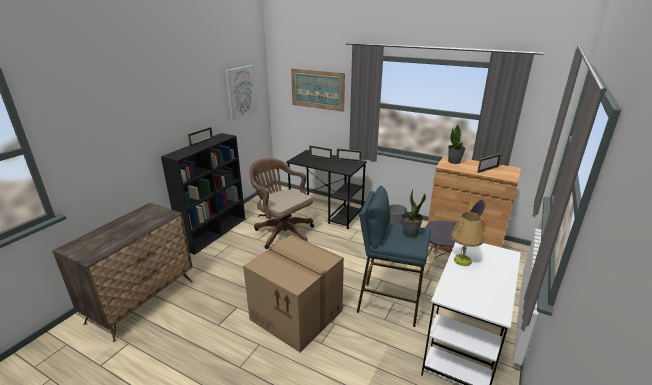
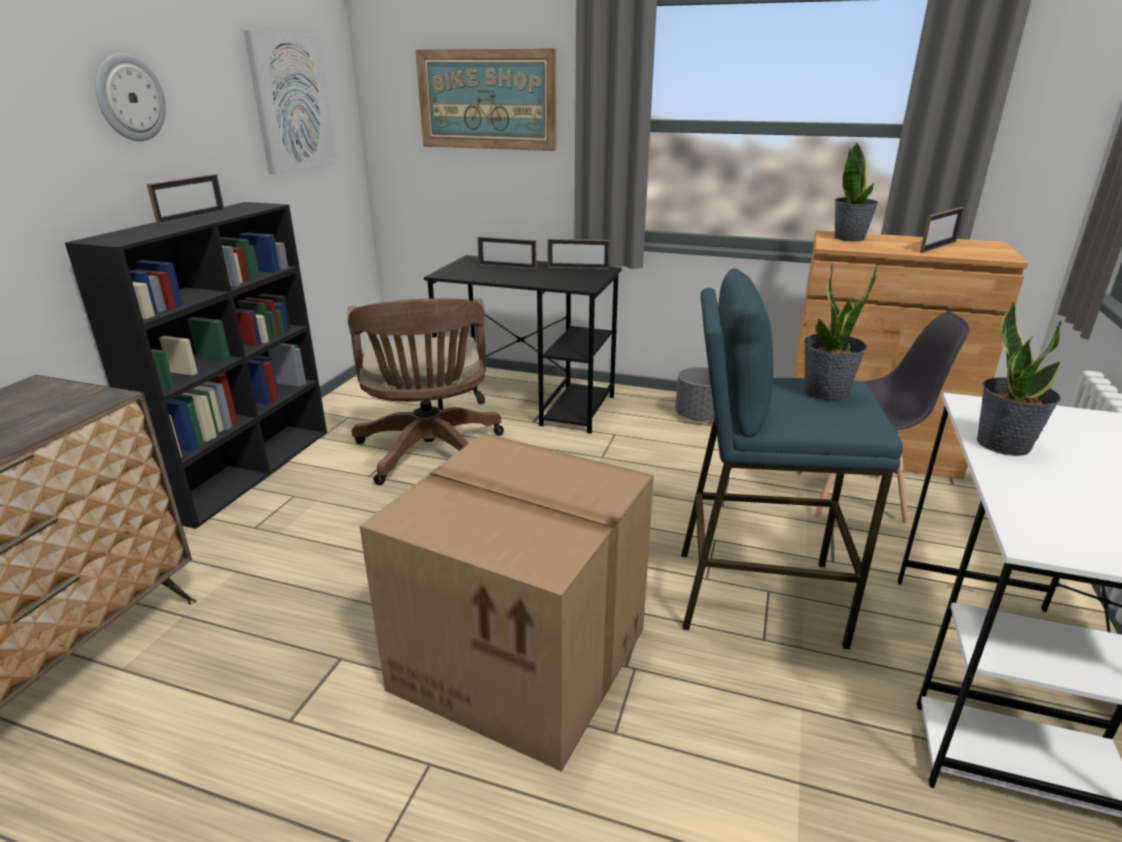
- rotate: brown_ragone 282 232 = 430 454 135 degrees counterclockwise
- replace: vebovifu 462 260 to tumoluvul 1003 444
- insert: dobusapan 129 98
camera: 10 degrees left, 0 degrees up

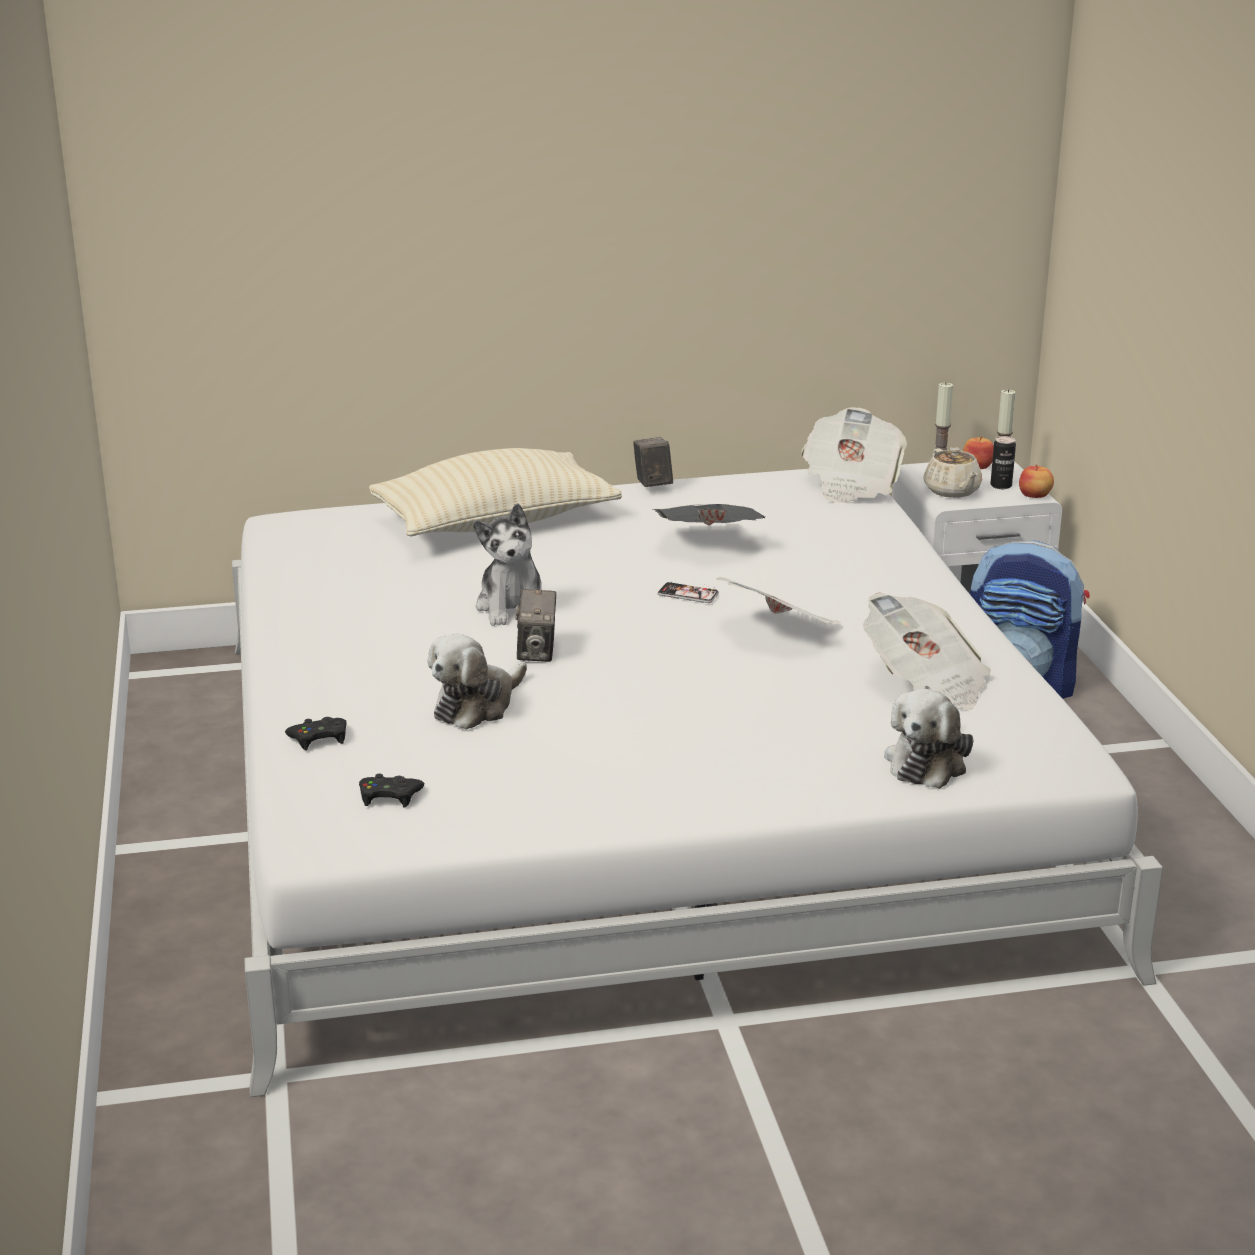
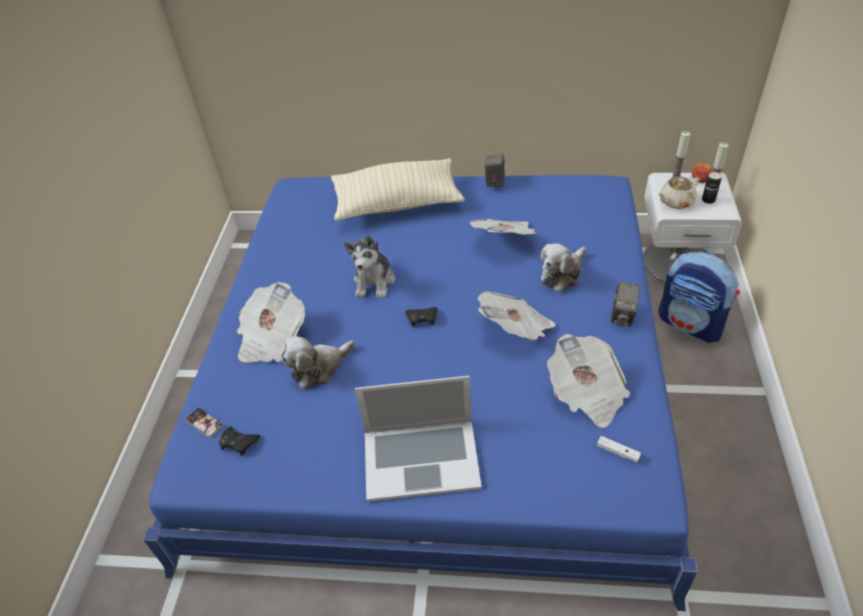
- recolor: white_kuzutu 626 793 to blue_kuzutu 437 377
- move: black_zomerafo 319 738 to 422 318
- move: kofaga 537 652 to 622 316
- move: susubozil 688 594 to 204 423
- move: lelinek 851 484 to 271 338
- move: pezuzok 928 761 to 562 274
- rotate: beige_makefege 952 491 = 675 202 60 degrees clockwise
- delete: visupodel 1035 496
- insert: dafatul 421 458
- insert: white_zomerafo 618 452
camera: 20 degrees right, 20 degrees up

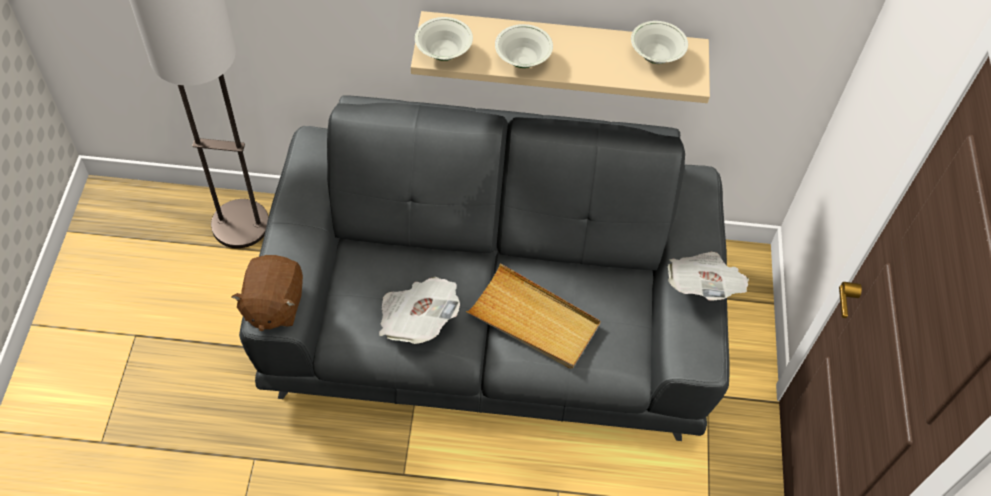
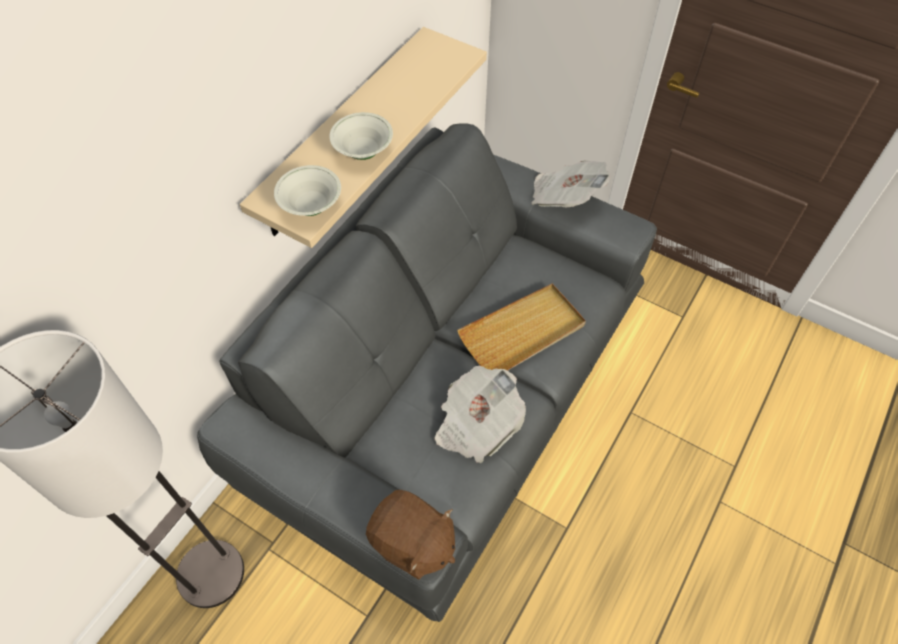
- delete: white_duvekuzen 655 56
camera: 60 degrees left, 0 degrees up

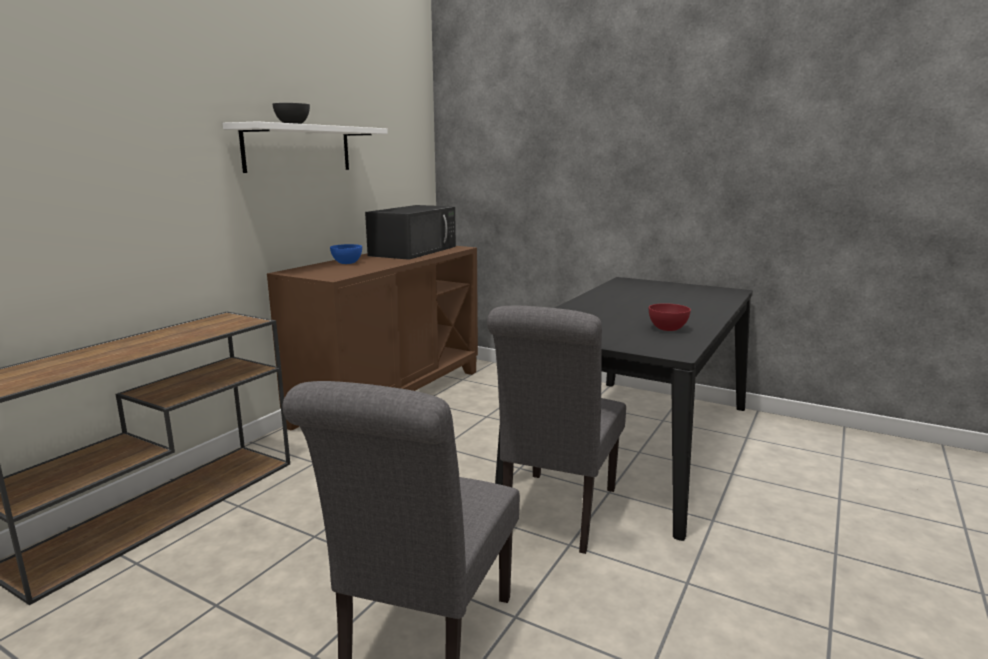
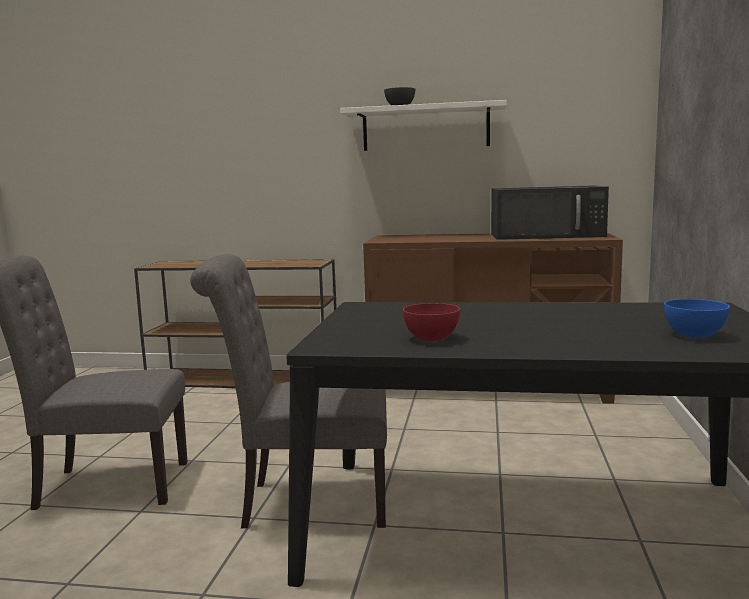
- move: blue_duvekuzen 347 263 to 694 335
camera: 70 degrees right, 5 degrees down

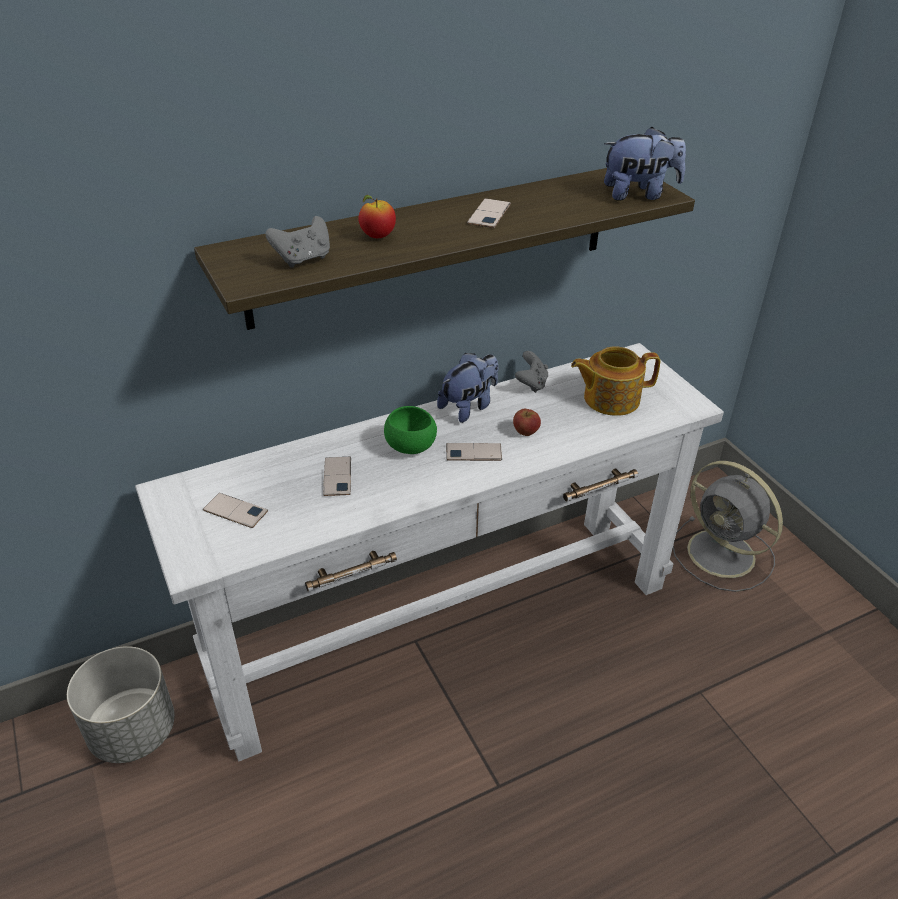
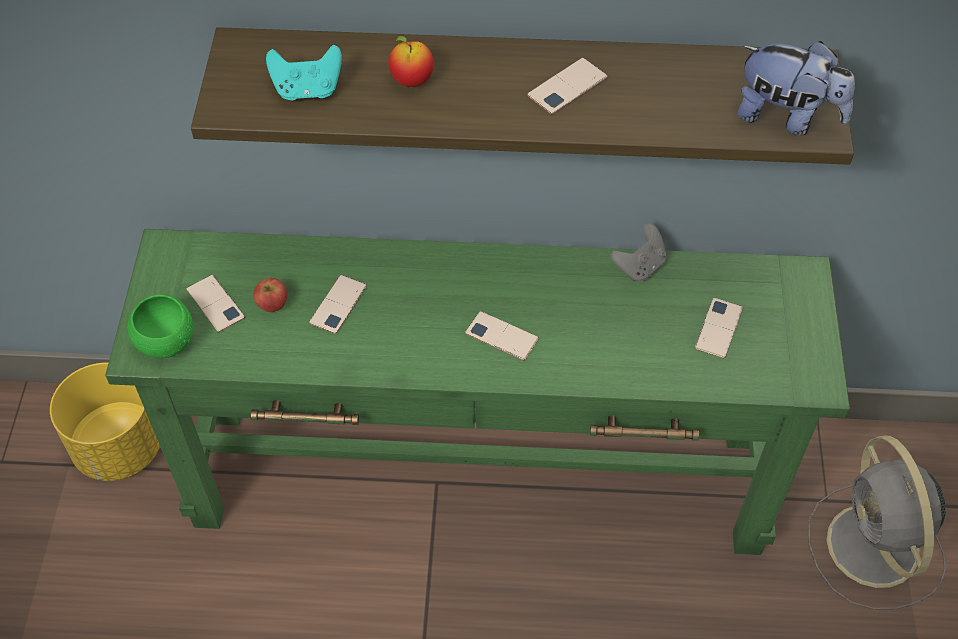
- recolor: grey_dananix 132 731 to yellow_dananix 118 447
- recolor: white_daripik 444 624 to green_daripik 479 477
- recolor: grey_zomerafo 303 259 to turquoise_zomerafo 307 90
- move: green_duvekuzen 410 447 to 165 342
- delete: pezuzok 469 406
- move: visupodel 525 432 to 273 305
- replace: makefege 610 398 to susubozil 718 328
camera: 30 degrees right, 15 degrees up

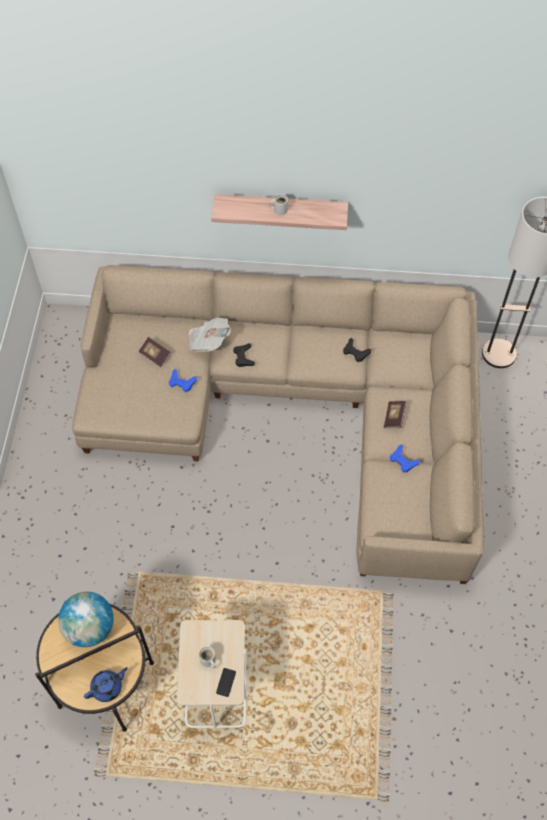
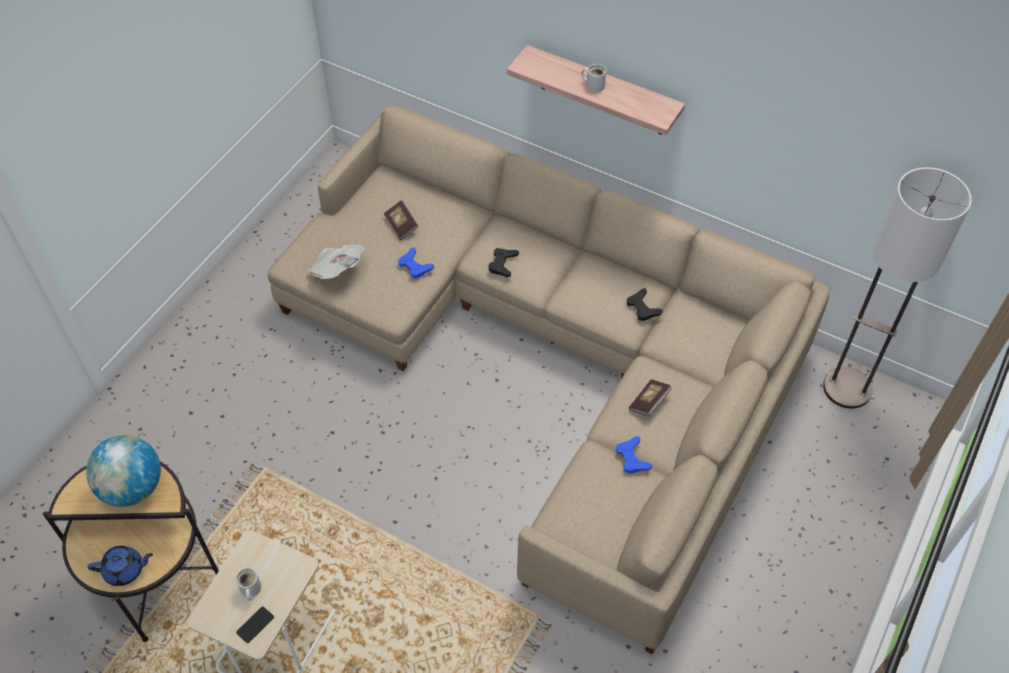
- move: lelinek 208 341 to 337 270
camera: 25 degrees right, 5 degrees down

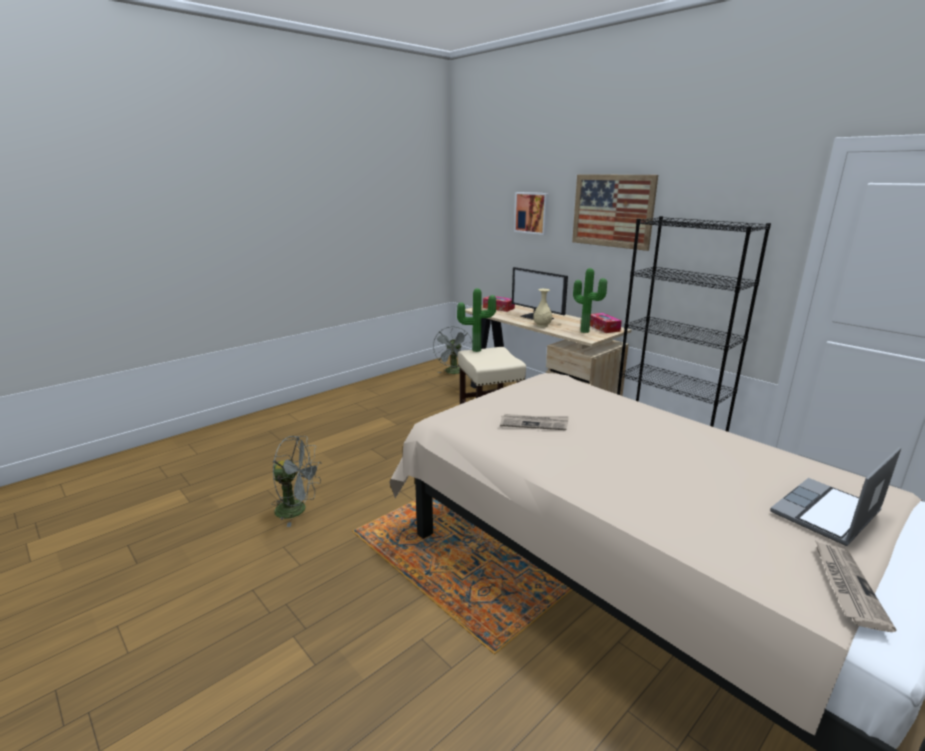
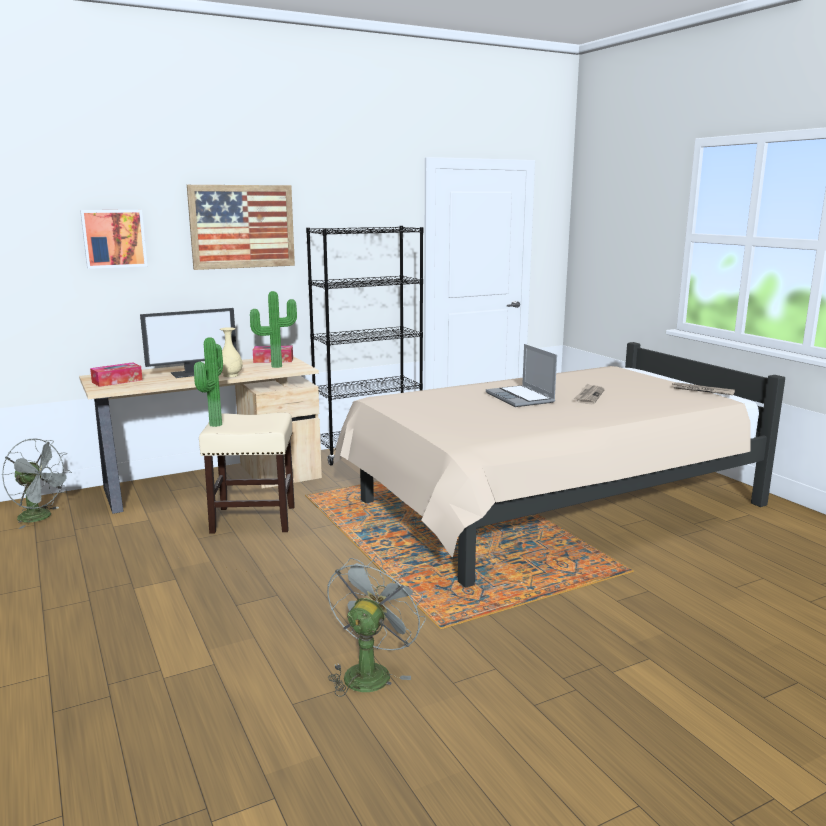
- move: lelinek 534 423 to 589 396
- move: dafatul 826 514 to 521 398
camera: 75 degrees left, 5 degrees down

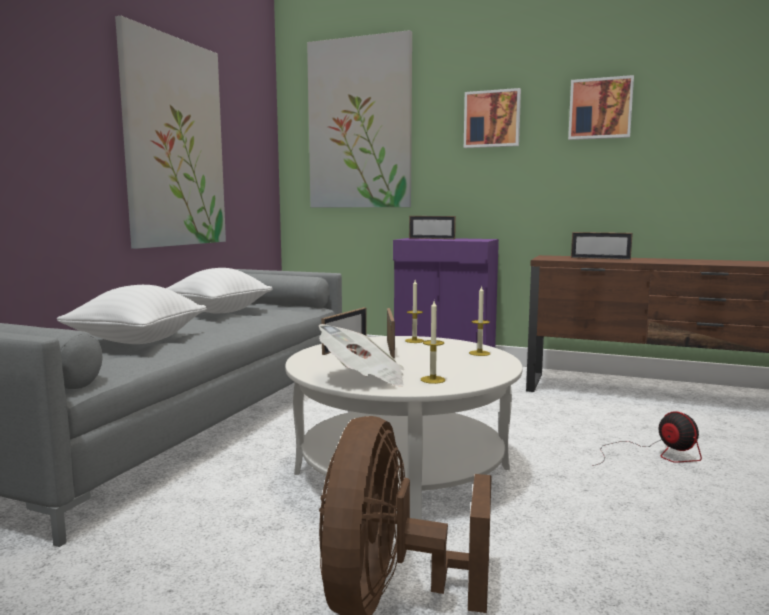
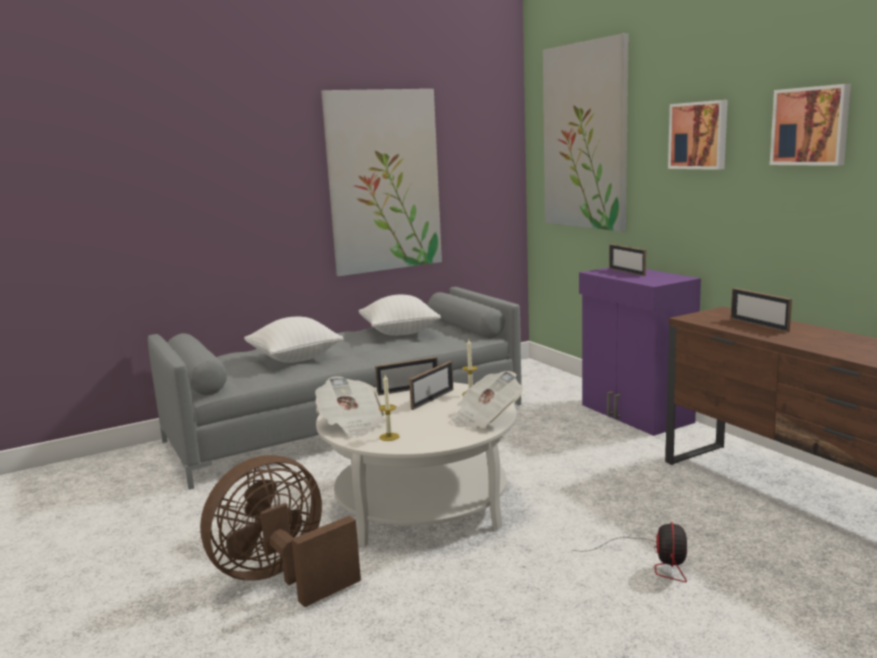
- replace: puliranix 479 353 to lelinek 485 419
camera: 40 degrees right, 5 degrees up

